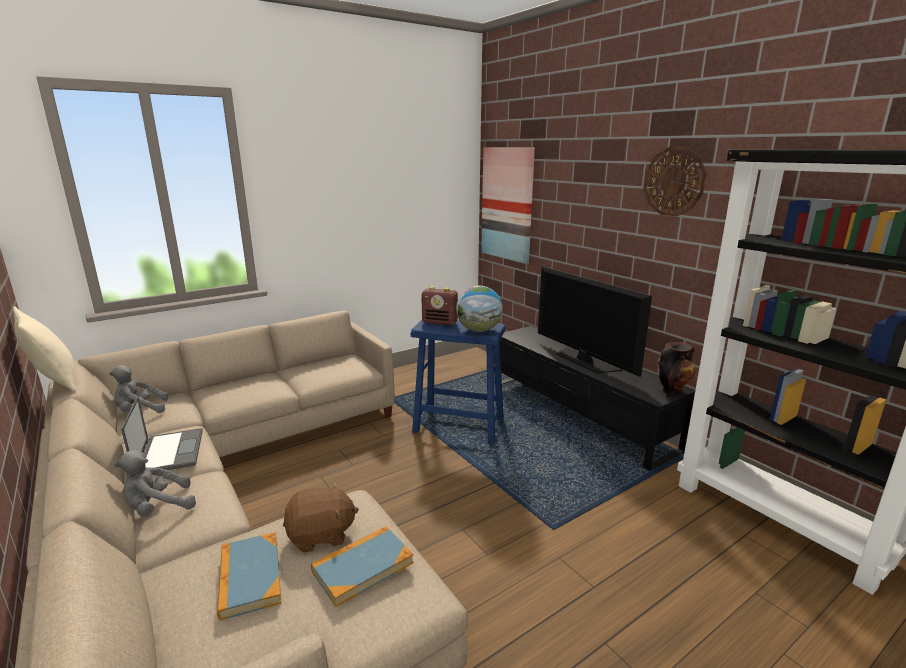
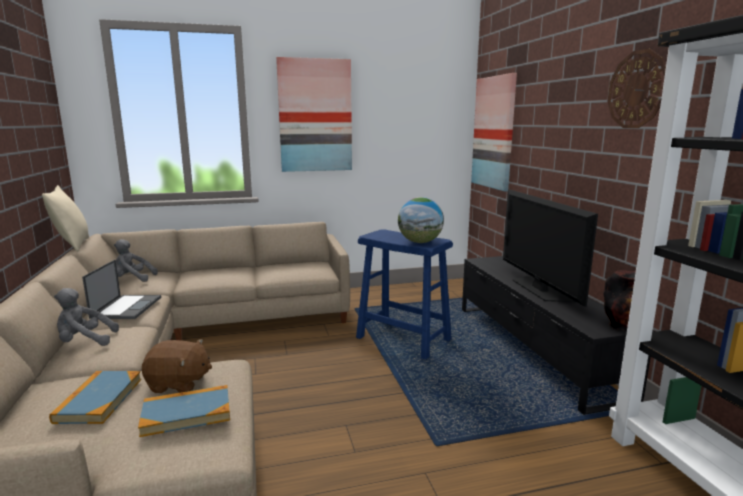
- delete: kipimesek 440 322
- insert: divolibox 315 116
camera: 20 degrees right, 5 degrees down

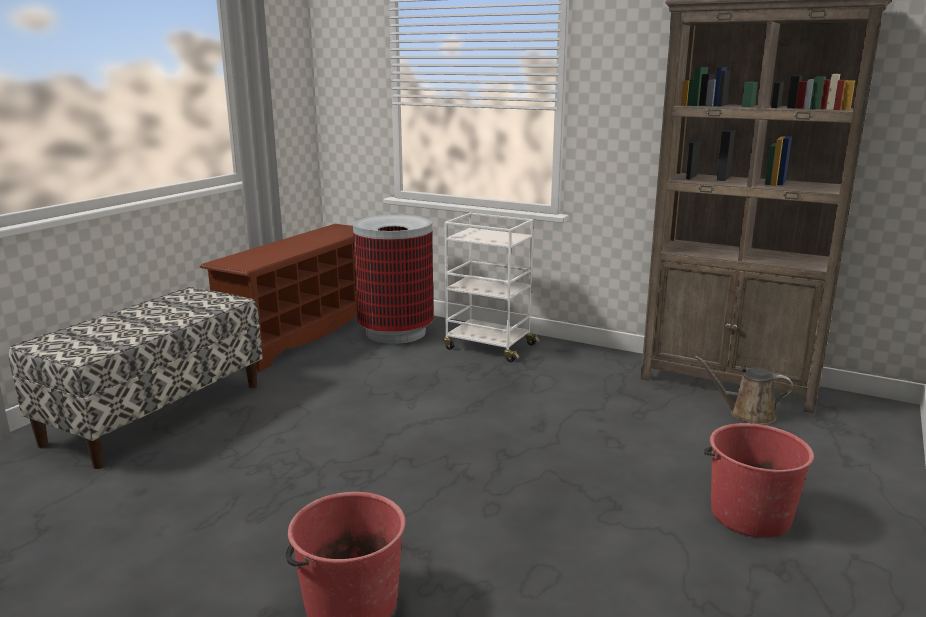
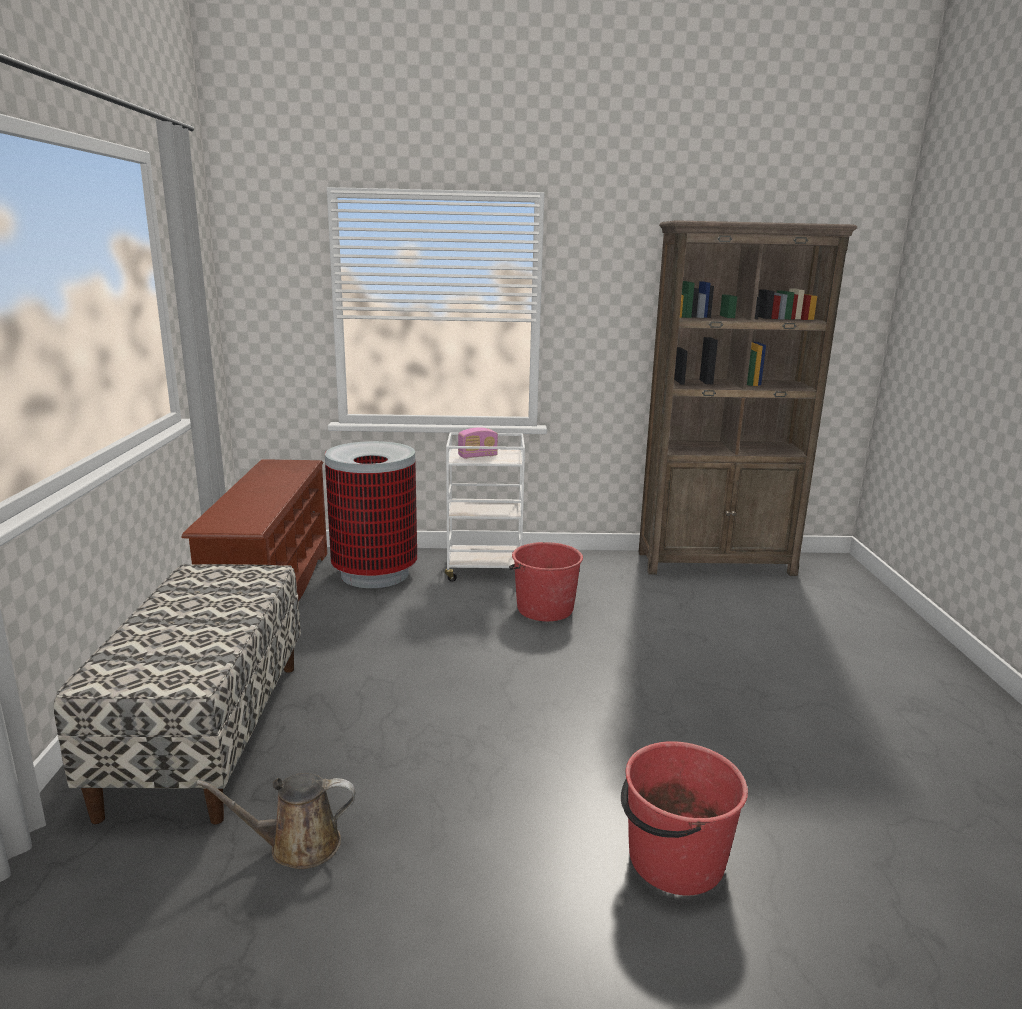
- move: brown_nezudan 747 414 to 297 845
- move: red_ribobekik 749 515 to 544 609
- insert: kipimesek 477 456
camera: 30 degrees left, 0 degrees up

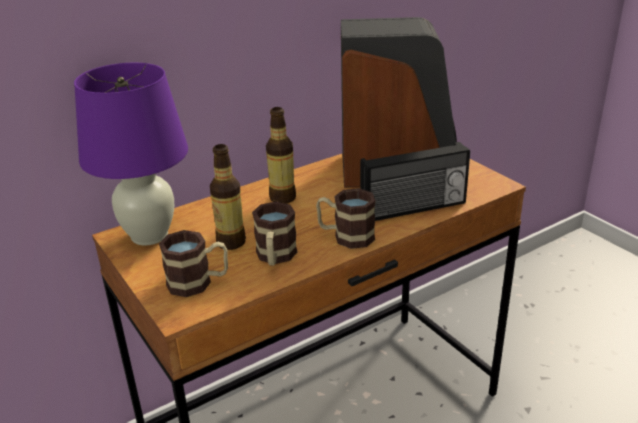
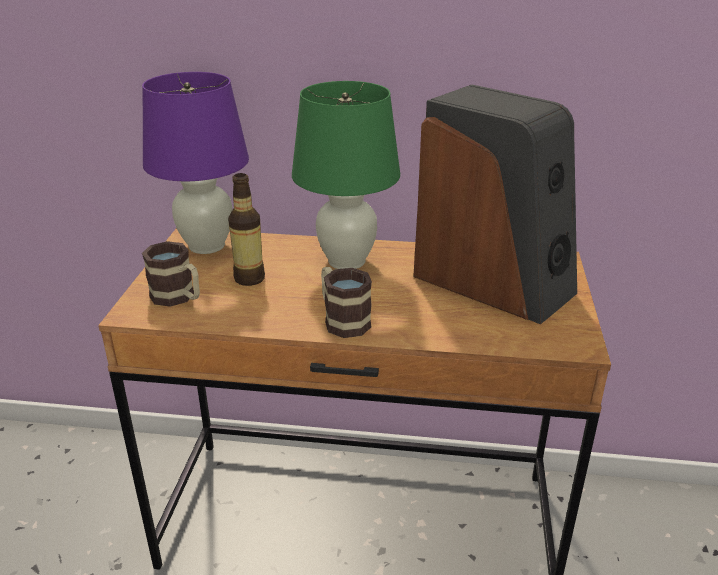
- delete: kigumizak 275 257
- replace: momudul 282 198 to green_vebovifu 347 261
- delete: kipimesek 414 208
camera: 40 degrees right, 0 degrees up

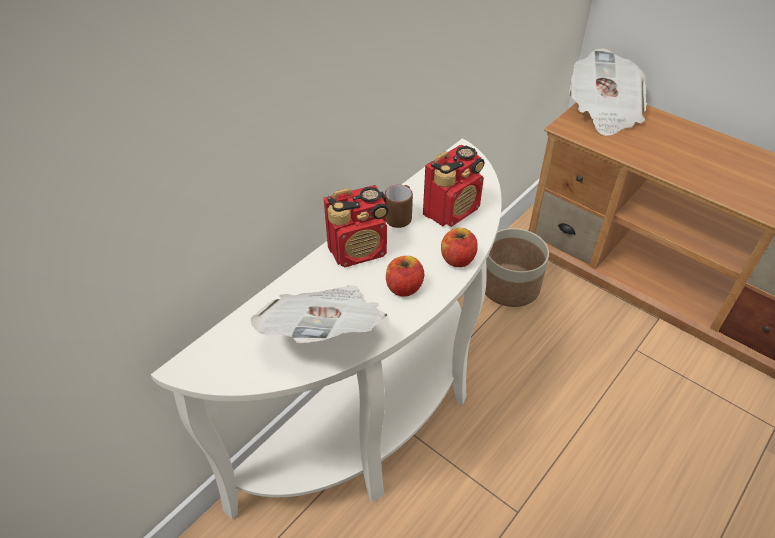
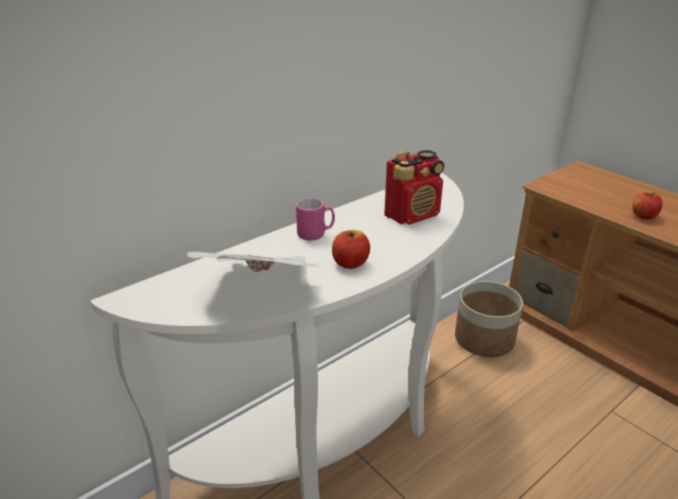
- replace: kipimesek 359 251 to pink_kigumizak 316 234
- delete: brown_kigumizak 400 217
- move: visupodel 457 259 to 643 216
- delete: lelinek 603 112
camera: 10 degrees right, 15 degrees down

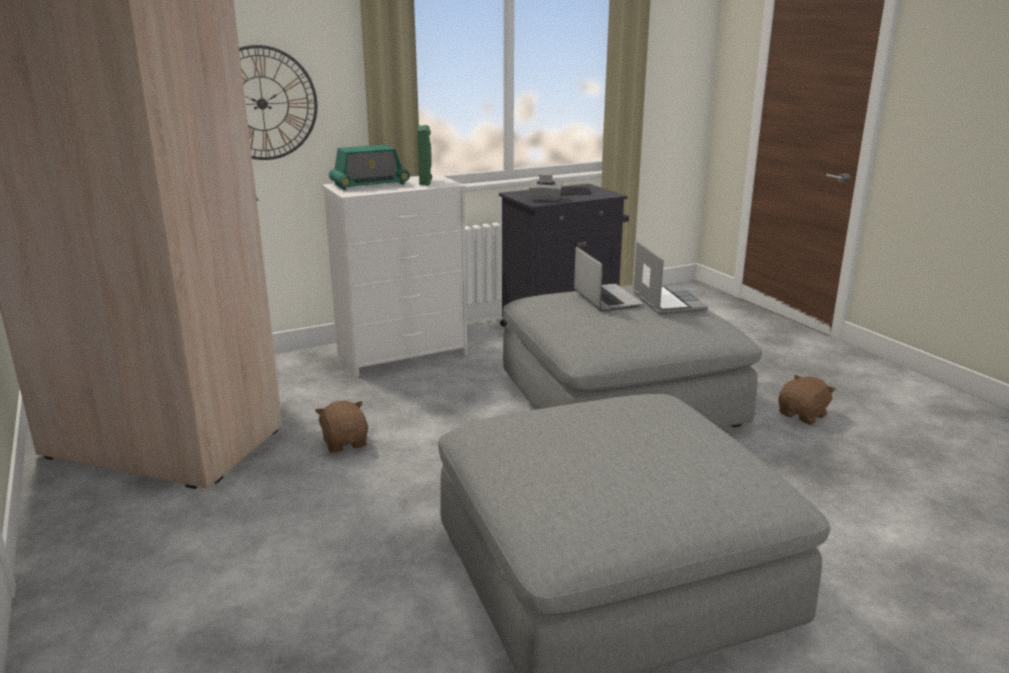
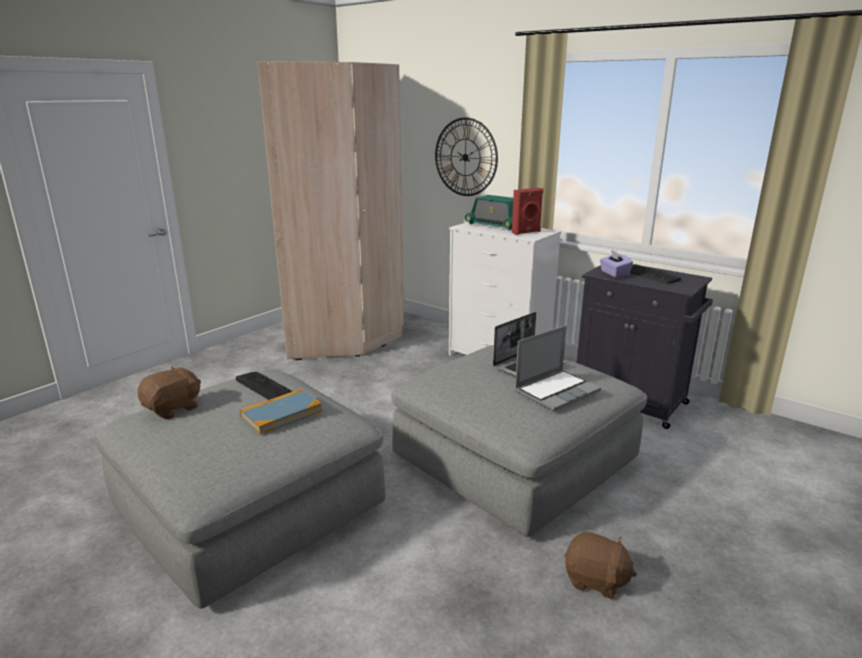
- move: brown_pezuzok 345 443 to 173 409
- recolor: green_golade 426 181 to red_golade 526 232
- recolor: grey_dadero 545 199 to purple_dadero 614 274
- insert: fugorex 264 386
- insert: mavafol 281 414
camera: 65 degrees right, 0 degrees up

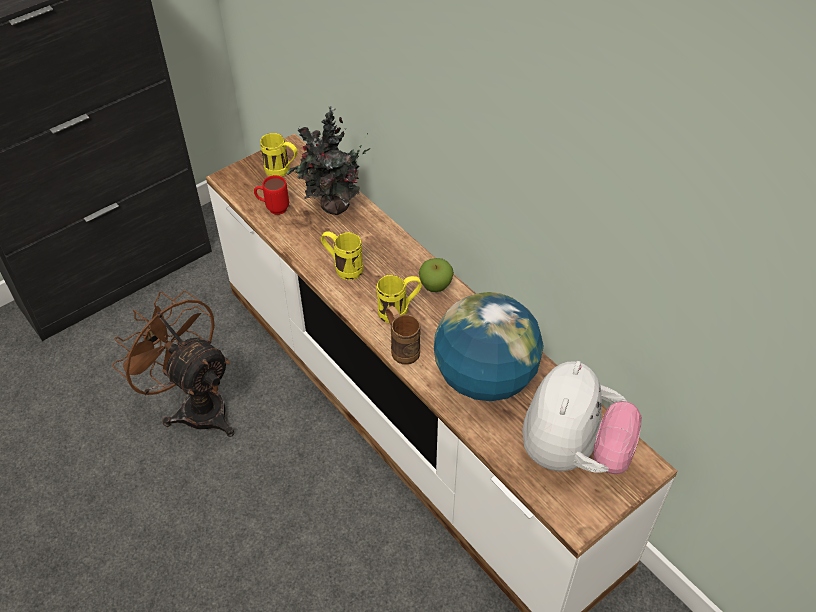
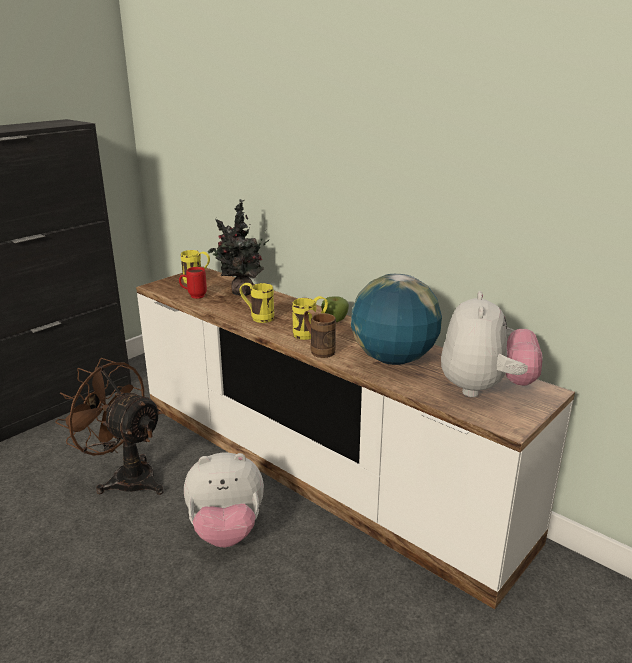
- insert: pezuzok 226 531
camera: 10 degrees left, 25 degrees down

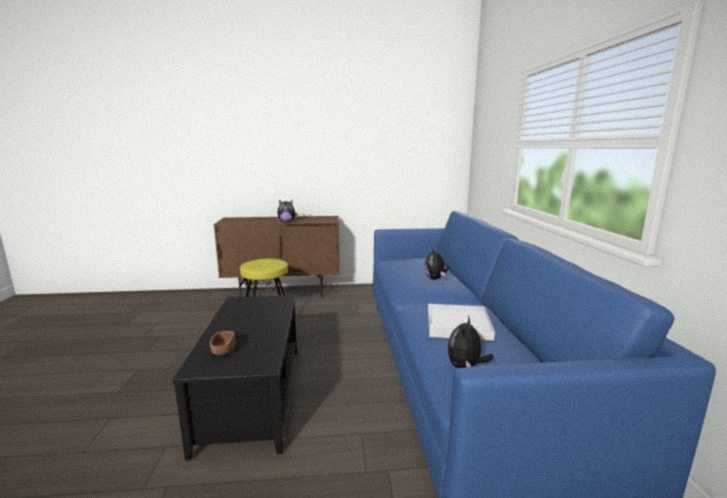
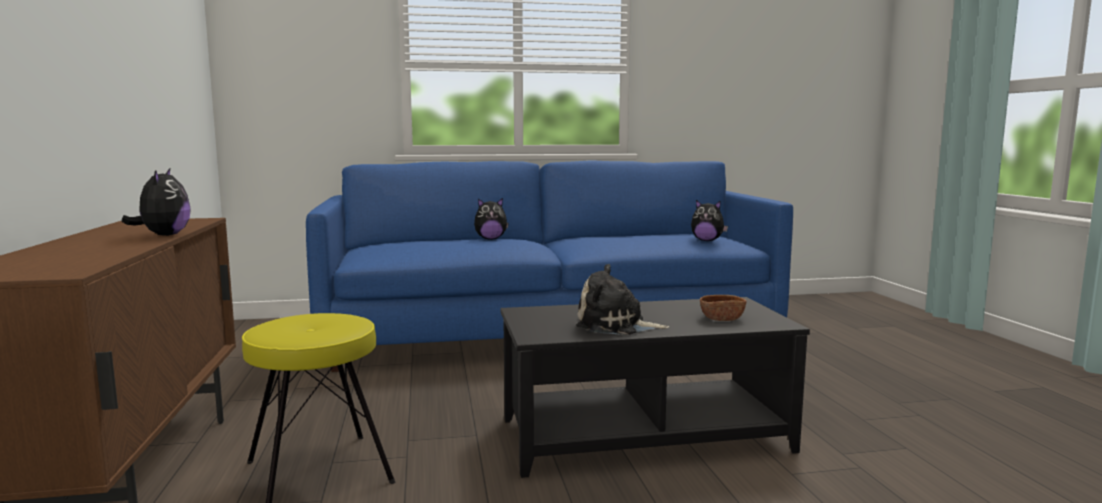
- delete: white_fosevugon 458 325
- insert: pezuzok 615 326
camera: 95 degrees left, 5 degrees down

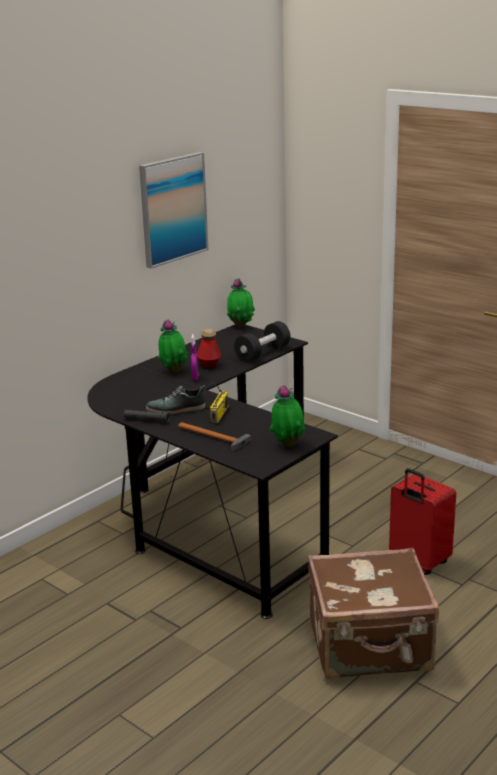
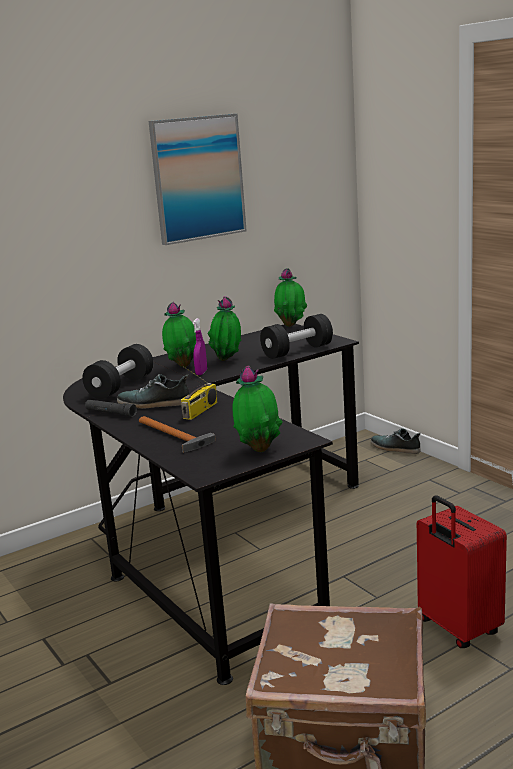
- replace: momudul 209 364 to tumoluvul 227 360
- insert: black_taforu 121 387
- insert: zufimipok 395 448
camera: 15 degrees right, 5 degrees down

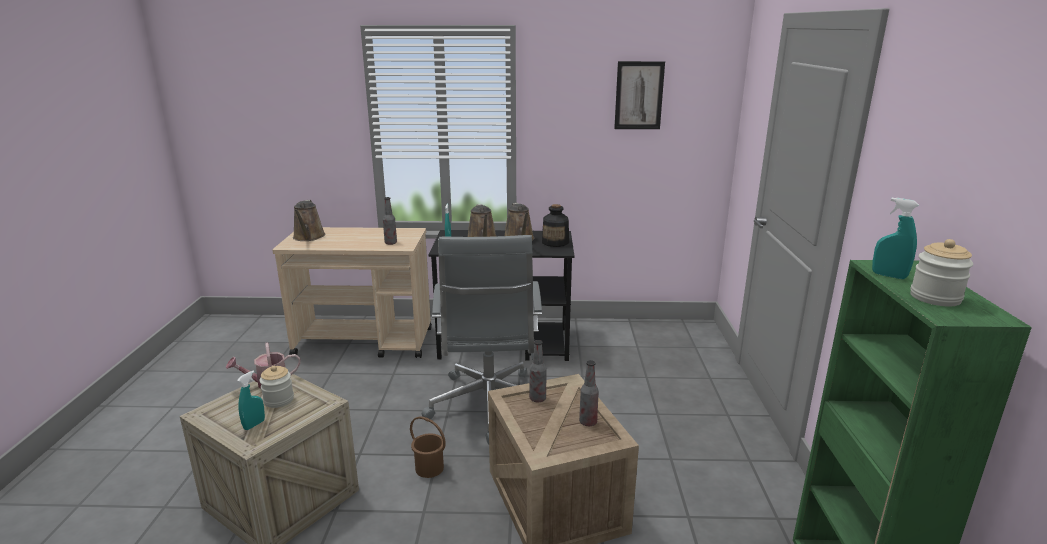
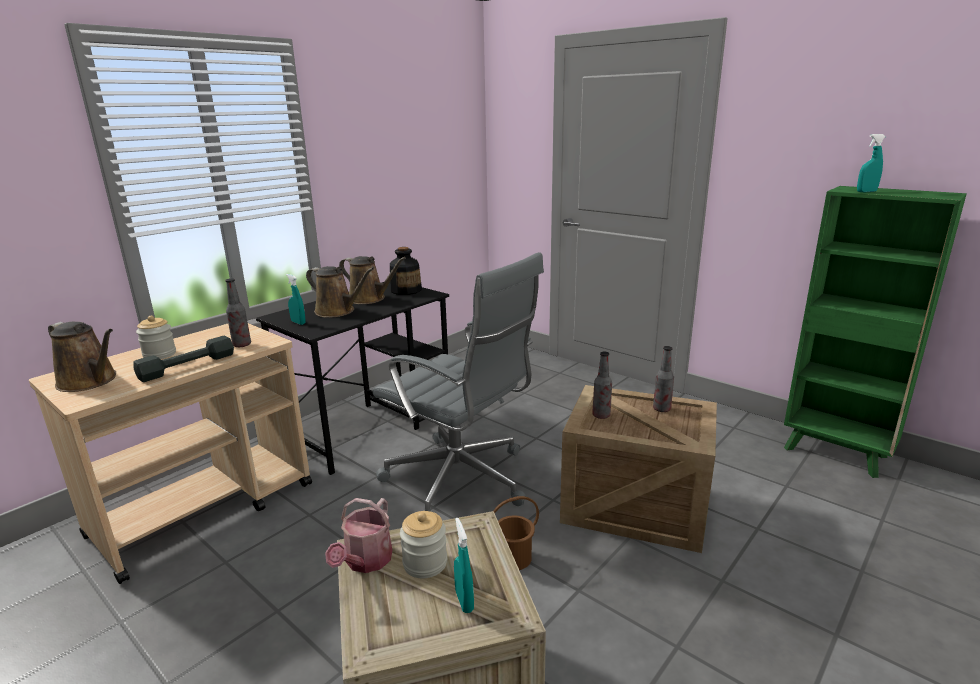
- delete: divolibox 639 95
- move: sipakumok 935 298 to 159 354
- insert: grey_taforu 187 366
camera: 50 degrees left, 0 degrees up

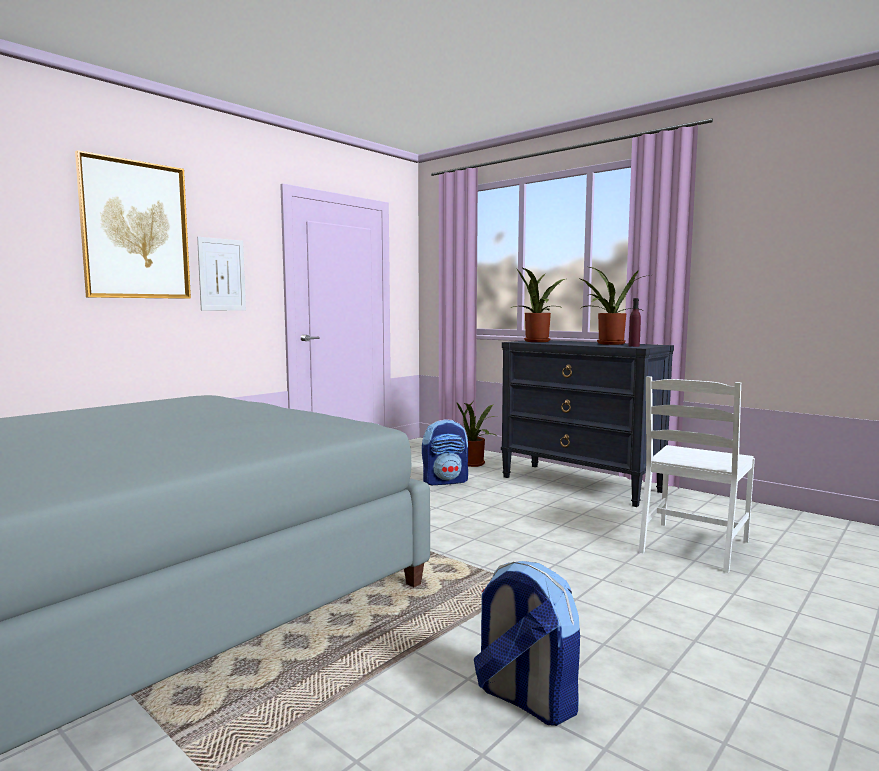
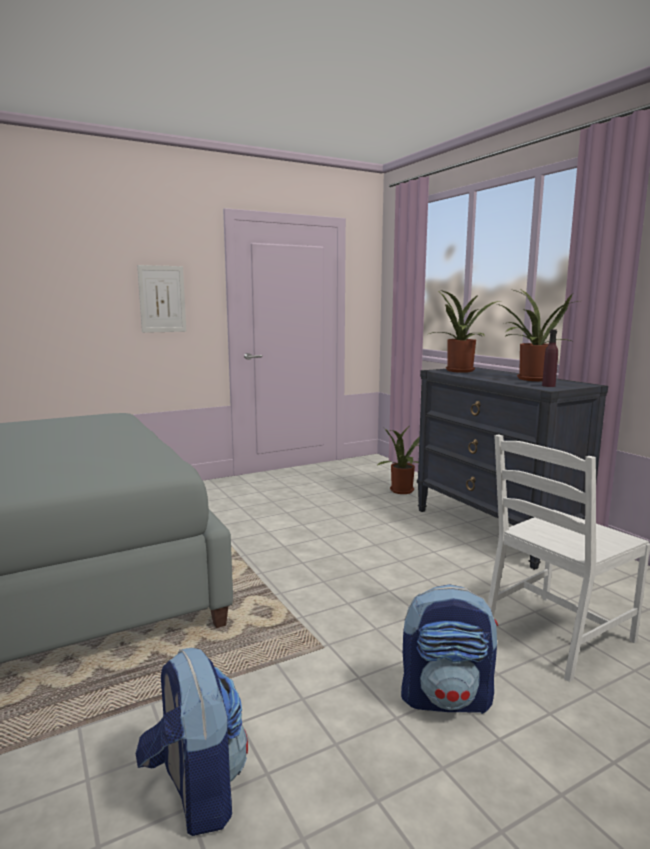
- delete: divolibox 135 230
- move: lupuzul 445 481 to 446 698
camera: 20 degrees right, 5 degrees up

